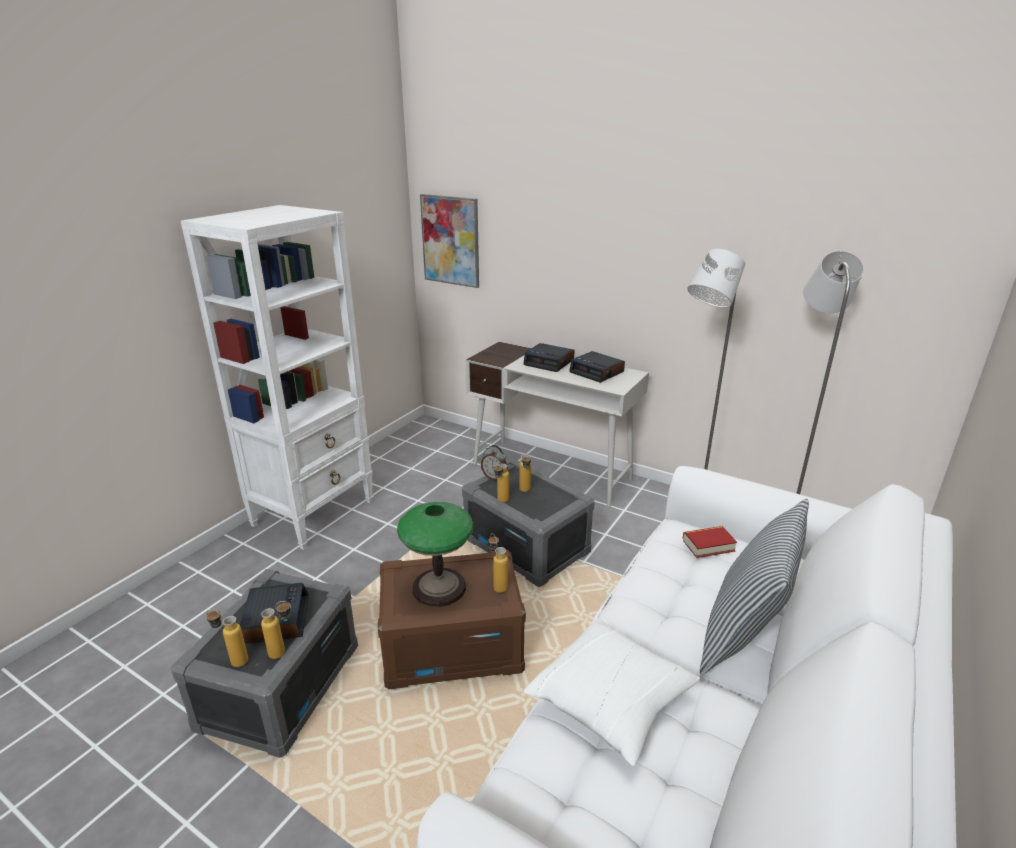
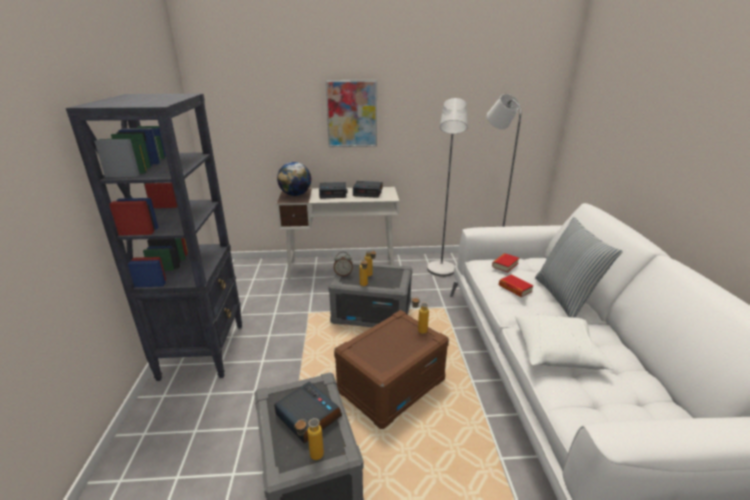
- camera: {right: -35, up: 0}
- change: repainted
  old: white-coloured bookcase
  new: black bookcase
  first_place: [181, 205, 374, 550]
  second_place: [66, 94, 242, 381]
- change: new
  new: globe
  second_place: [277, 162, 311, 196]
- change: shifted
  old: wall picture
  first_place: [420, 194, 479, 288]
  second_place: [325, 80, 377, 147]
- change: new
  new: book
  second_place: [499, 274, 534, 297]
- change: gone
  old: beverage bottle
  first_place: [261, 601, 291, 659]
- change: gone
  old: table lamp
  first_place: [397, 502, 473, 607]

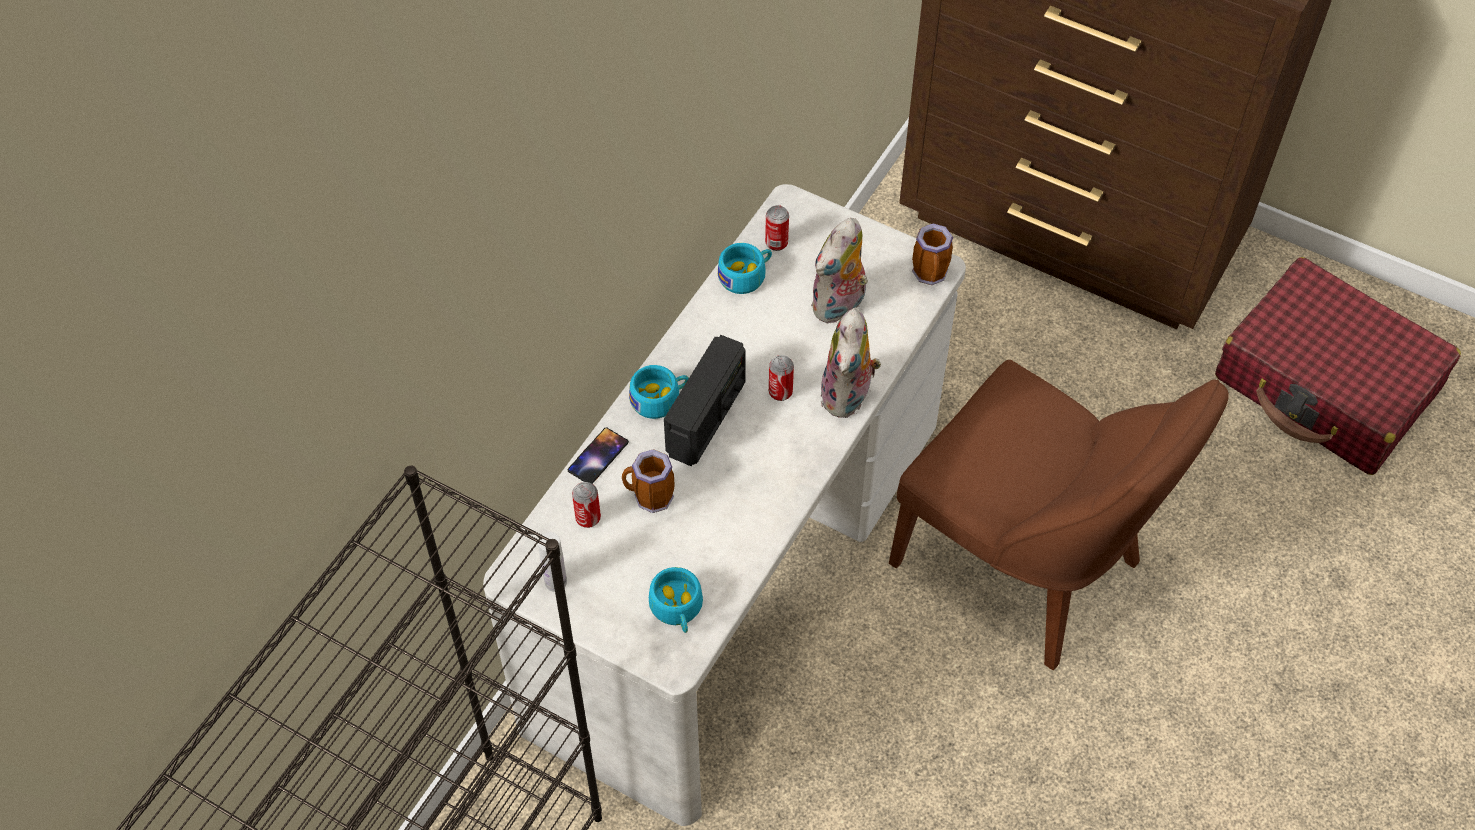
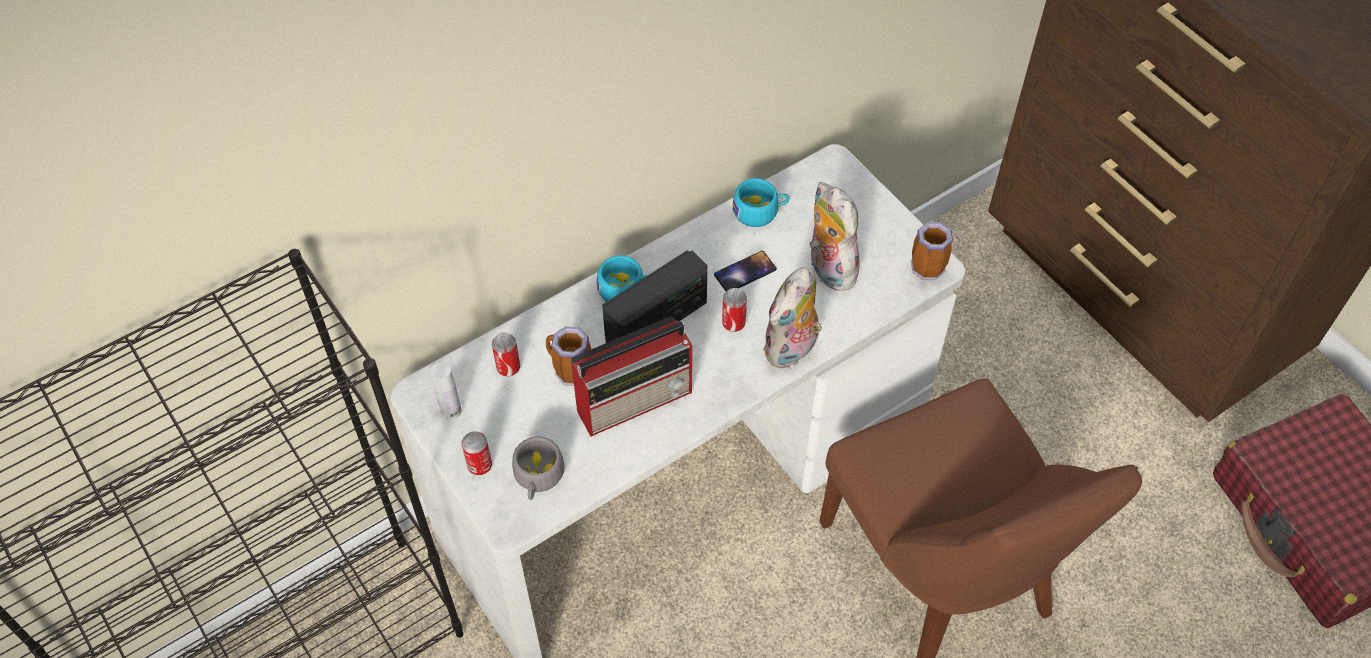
- camera: {right: 25, up: 0}
- change: shifted
  old: can
  first_place: [765, 205, 789, 251]
  second_place: [461, 431, 492, 475]
- change: repainted
  old: blue-green cup
  new: gray cup
  first_place: [649, 567, 703, 633]
  second_place: [512, 436, 565, 500]
- change: new
  new: radio
  second_place: [571, 316, 692, 436]
- change: shifted
  old: handset
  first_place: [568, 427, 629, 484]
  second_place: [714, 251, 777, 291]
- change: rotated
  old: cuddly toy
  first_place: [811, 218, 868, 324]
  second_place: [810, 182, 860, 291]
  degrees: 90

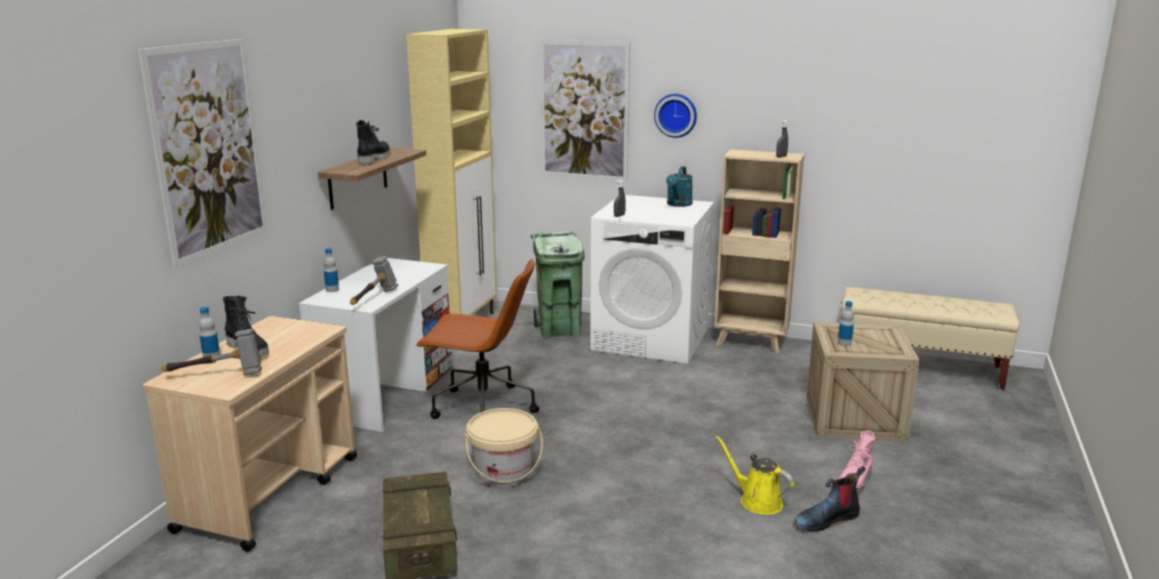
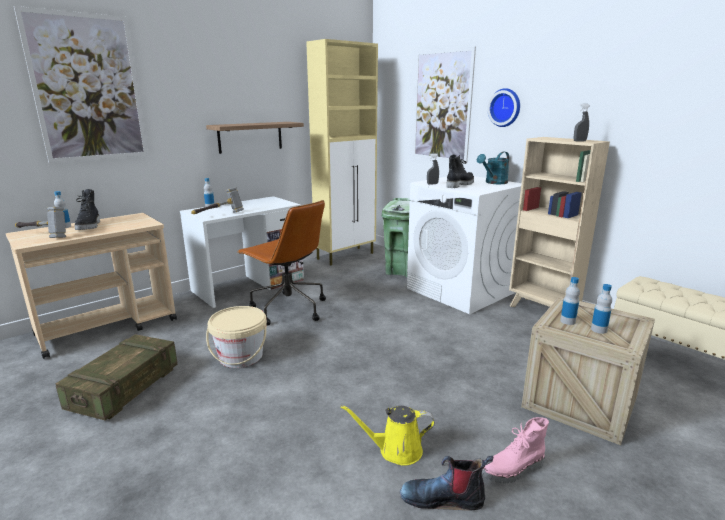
- camera: {right: 30, up: 0}
- change: rotated
  old: yellowish sprinkling can
  first_place: [716, 435, 794, 515]
  second_place: [340, 405, 435, 466]
  degrees: -75
- change: shifted
  old: black tall boot
  first_place: [356, 120, 390, 165]
  second_place: [446, 154, 474, 188]
- change: new
  new: beverage bottle
  second_place: [591, 284, 612, 334]

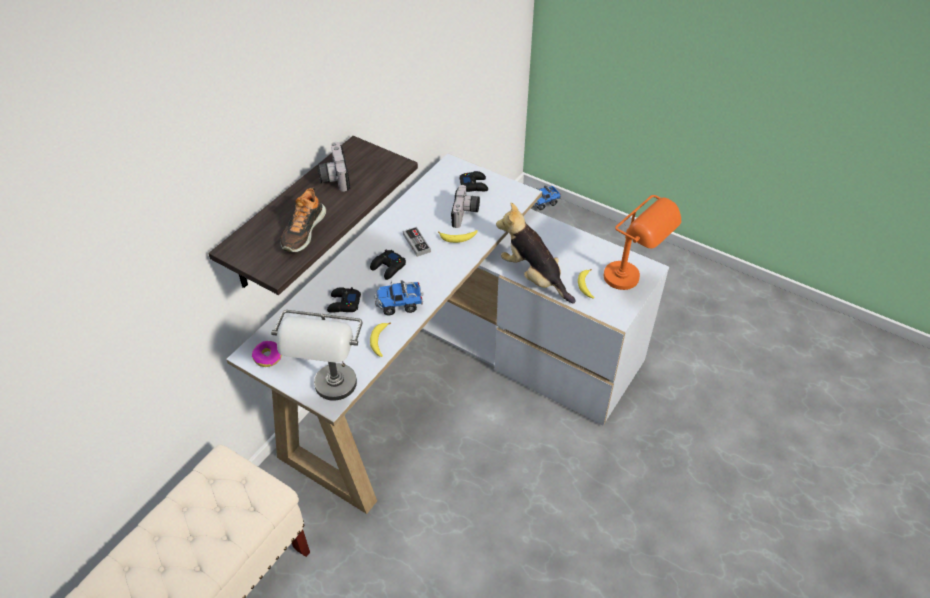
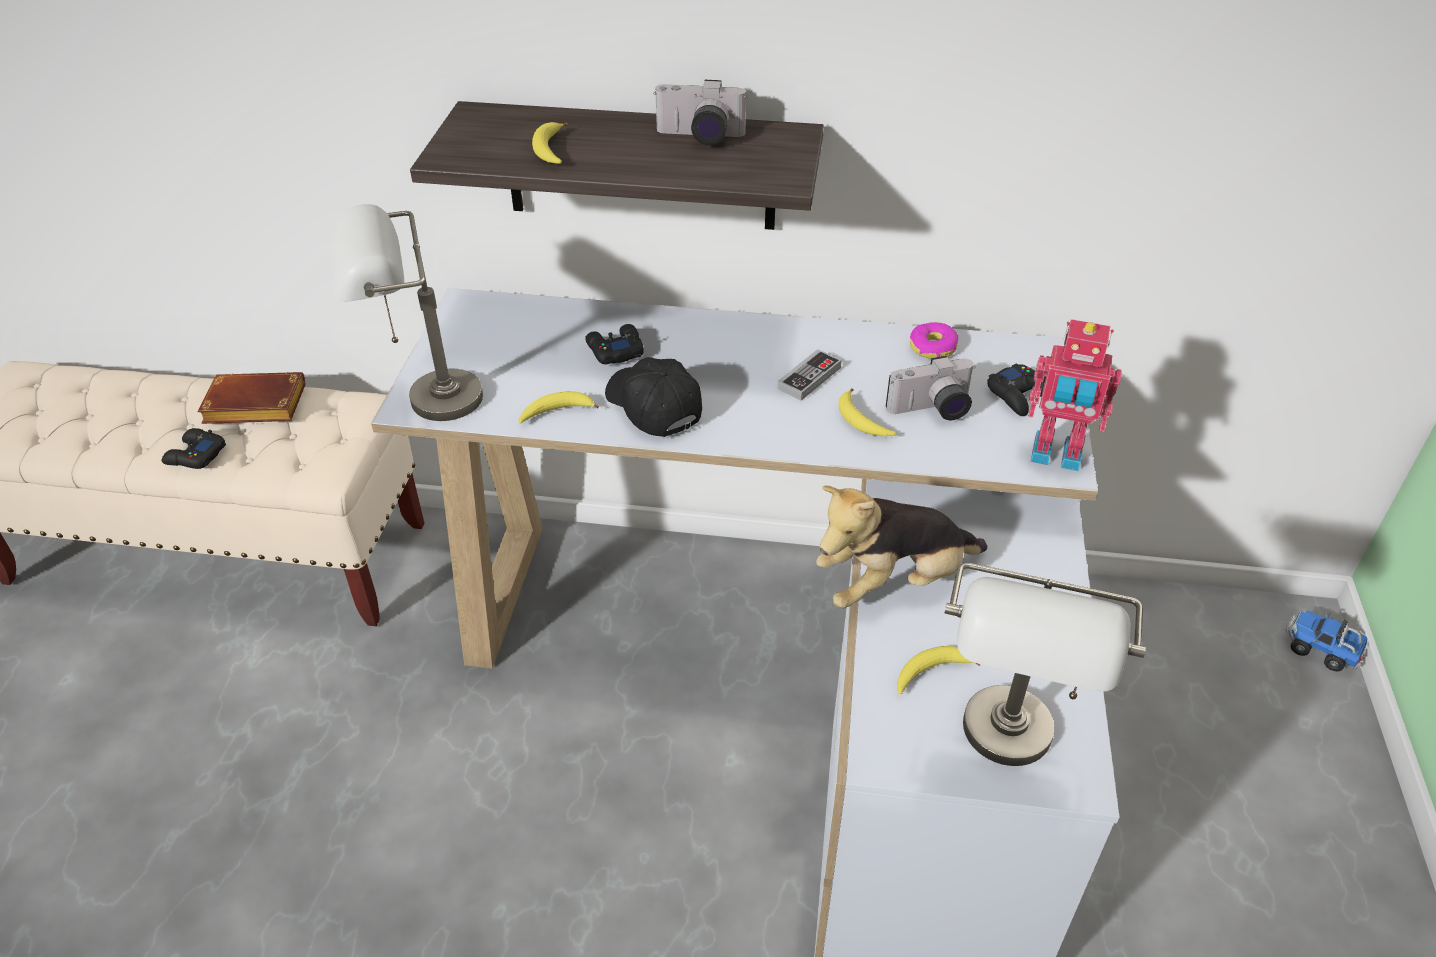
- camera: {right: 65, up: -5}
- change: shifted
  old: black game controller
  first_place: [370, 250, 406, 280]
  second_place: [162, 428, 226, 469]
- change: new
  new: brown book
  second_place: [197, 372, 305, 424]
- change: swapped
  old: shoe
  new: banana fruit
  first_place: [281, 188, 326, 252]
  second_place: [532, 122, 567, 164]
- change: swapped
  old: toy truck
  new: black cap
  first_place: [374, 281, 424, 316]
  second_place: [605, 357, 702, 437]
- change: rotated
  old: still camera
  first_place: [317, 142, 350, 192]
  second_place: [653, 80, 748, 145]
  degrees: -135
- change: rotated
  old: cuddly toy
  first_place: [496, 203, 576, 304]
  second_place: [817, 485, 987, 608]
  degrees: -135
- change: shifted
  old: ring doughnut
  first_place: [252, 341, 282, 367]
  second_place: [910, 322, 958, 359]
- change: repainted
  old: orangey table lamp
  new: gray table lamp
  first_place: [604, 195, 681, 290]
  second_place: [945, 562, 1146, 766]
- change: new
  new: toy robot
  second_place: [1028, 319, 1122, 471]

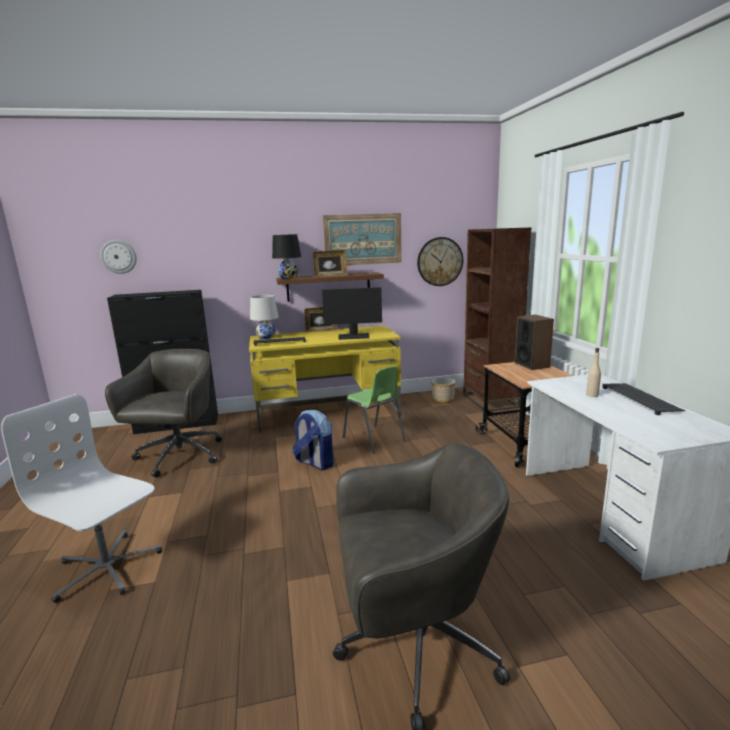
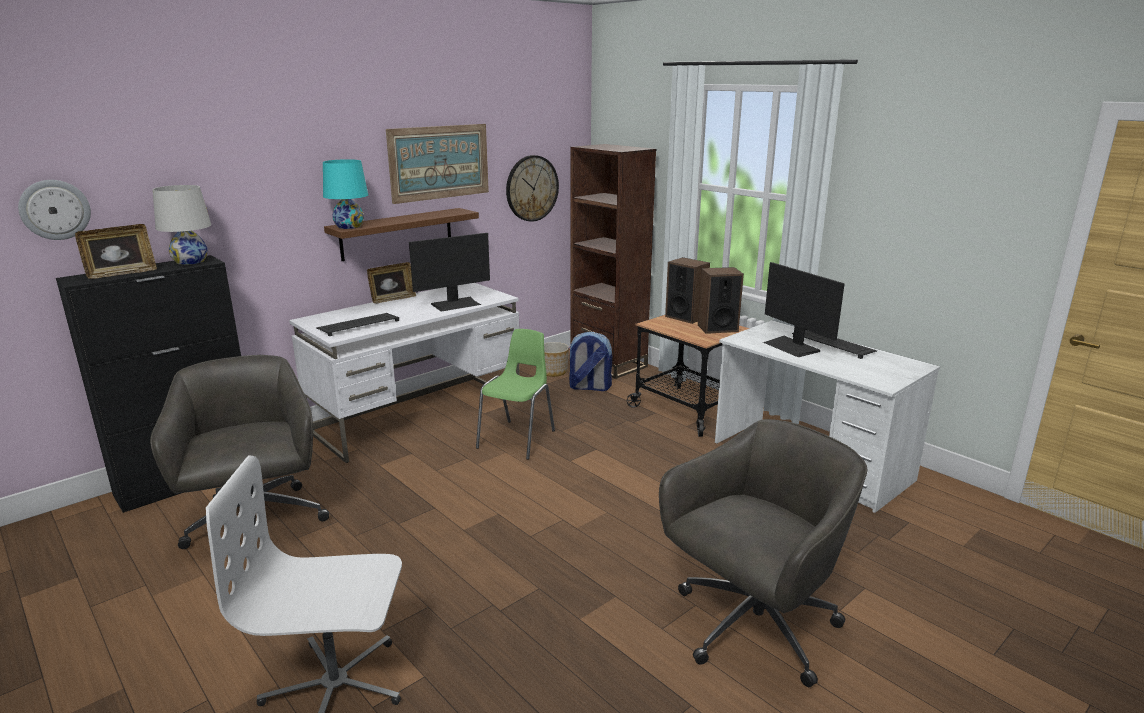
- camera: {right: -30, up: 5}
- change: shifted
  old: standing frame
  first_place: [313, 250, 348, 277]
  second_place: [75, 224, 157, 279]
- change: shifted
  old: white-coloured table lamp
  first_place: [250, 295, 279, 339]
  second_place: [152, 185, 211, 265]
- change: repainted
  old: yellowish desk table
  new: white-coloured desk table
  first_place: [249, 325, 401, 432]
  second_place: [289, 283, 520, 463]
- change: repainted
  old: black table lamp
  new: blue-green table lamp
  first_place: [272, 234, 301, 279]
  second_place: [323, 159, 368, 229]
- change: rotated
  old: greenish plain chair
  first_place: [343, 366, 406, 454]
  second_place: [476, 329, 555, 460]
  degrees: -90
- change: shifted
  old: backpack
  first_place: [292, 410, 334, 470]
  second_place: [568, 332, 612, 391]
- change: new
  new: loudspeaker
  second_place: [698, 267, 744, 334]
- change: swapped
  old: beige-coloured beverage bottle
  new: monitor
  first_place: [586, 348, 601, 397]
  second_place: [763, 262, 845, 357]

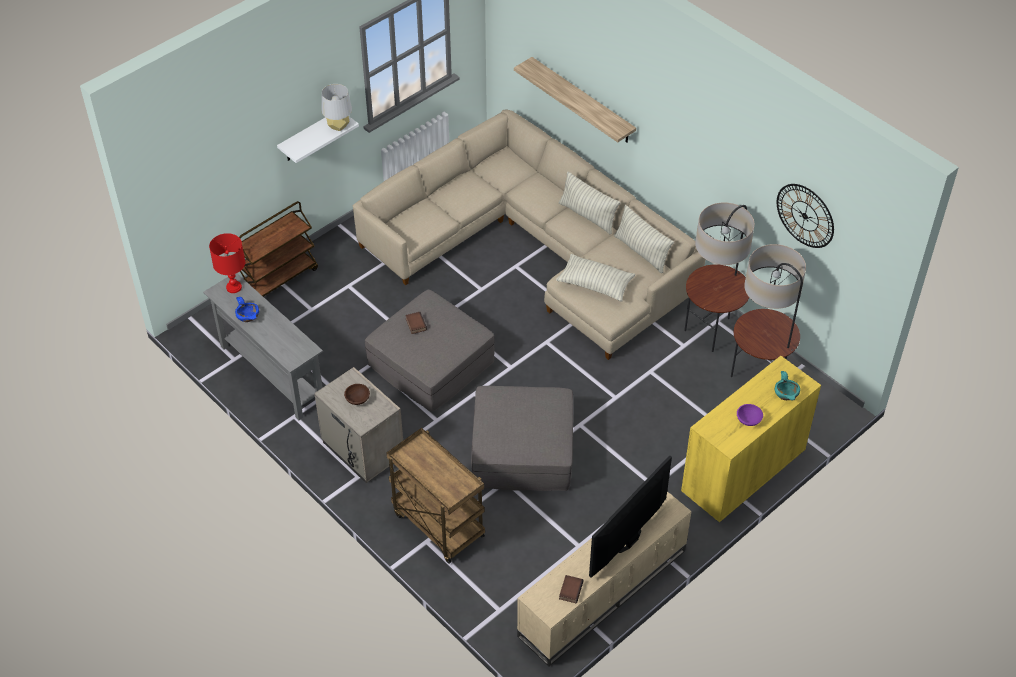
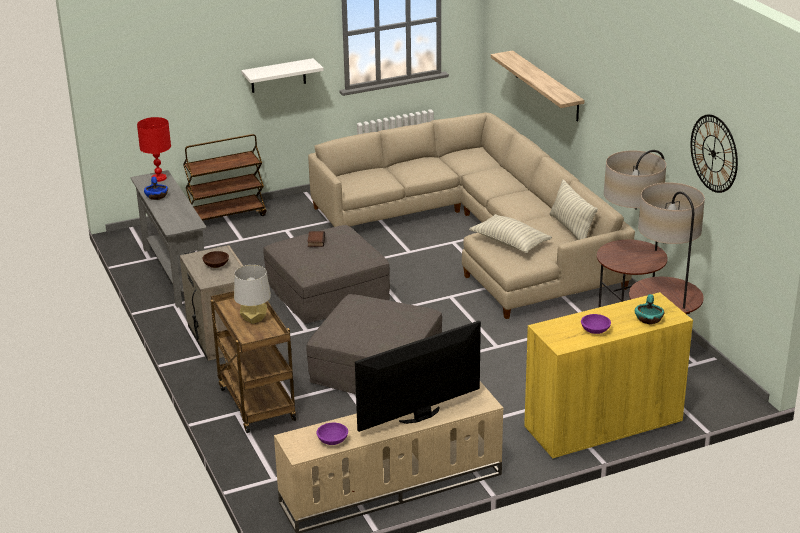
- camera: {right: 20, up: -20}
- change: shifted
  old: gray table lamp
  first_place: [322, 84, 352, 131]
  second_place: [234, 265, 271, 324]
- change: swapped
  old: book
  new: purple serving bowl
  first_place: [559, 575, 584, 603]
  second_place: [317, 423, 348, 445]
- change: gone
  old: throw pillow
  first_place: [558, 172, 620, 234]

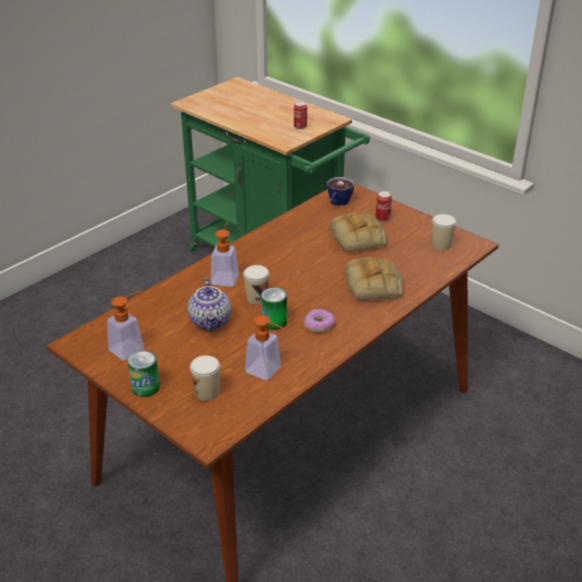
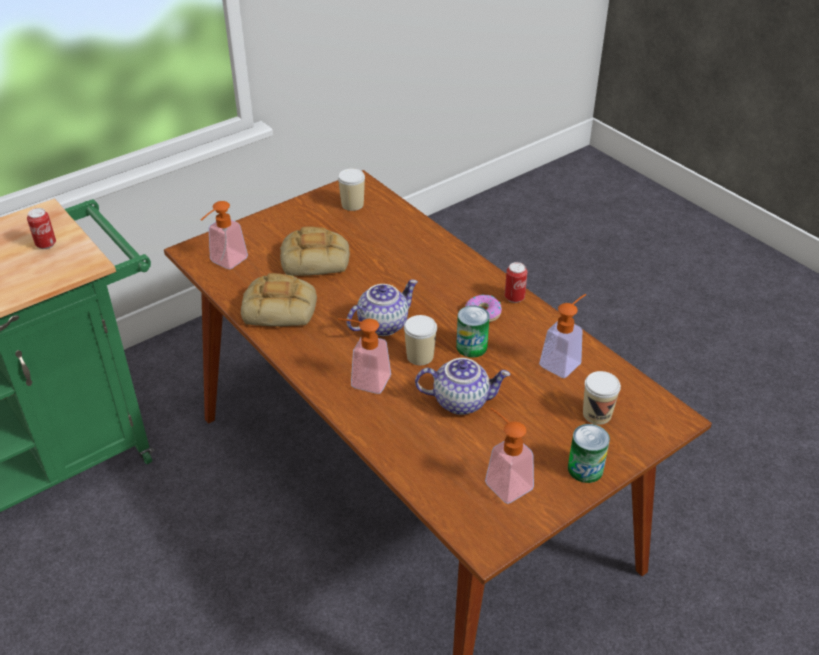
- camera: {right: -80, up: 5}
- change: swapped
  old: cup
  new: liquid soap bottle
  first_place: [327, 177, 354, 206]
  second_place: [201, 201, 248, 269]
- change: shifted
  old: bakery bread
  first_place: [345, 257, 403, 300]
  second_place: [241, 273, 317, 327]
- change: new
  new: pot for tea
  second_place: [347, 280, 418, 336]
- change: shifted
  old: can
  first_place: [375, 191, 392, 222]
  second_place: [505, 262, 527, 303]

